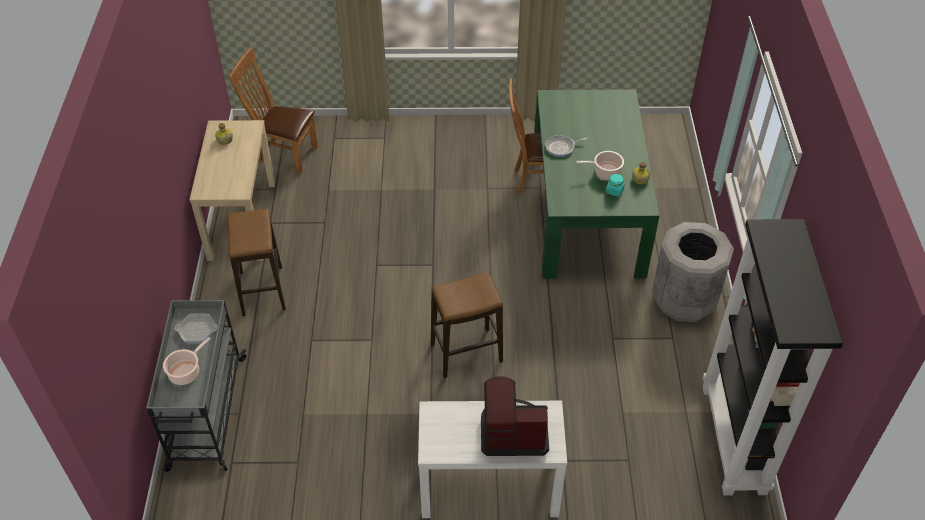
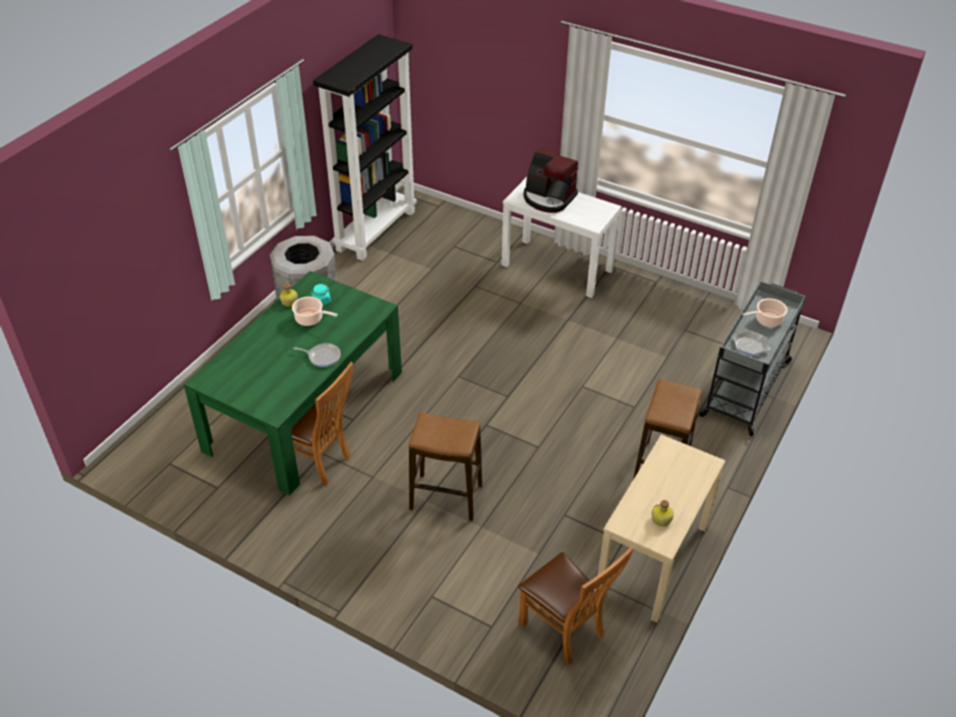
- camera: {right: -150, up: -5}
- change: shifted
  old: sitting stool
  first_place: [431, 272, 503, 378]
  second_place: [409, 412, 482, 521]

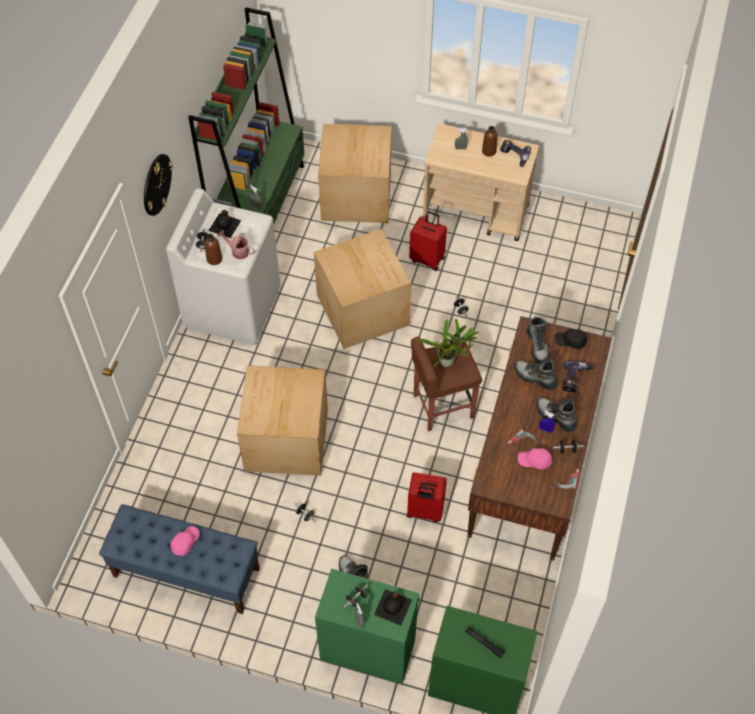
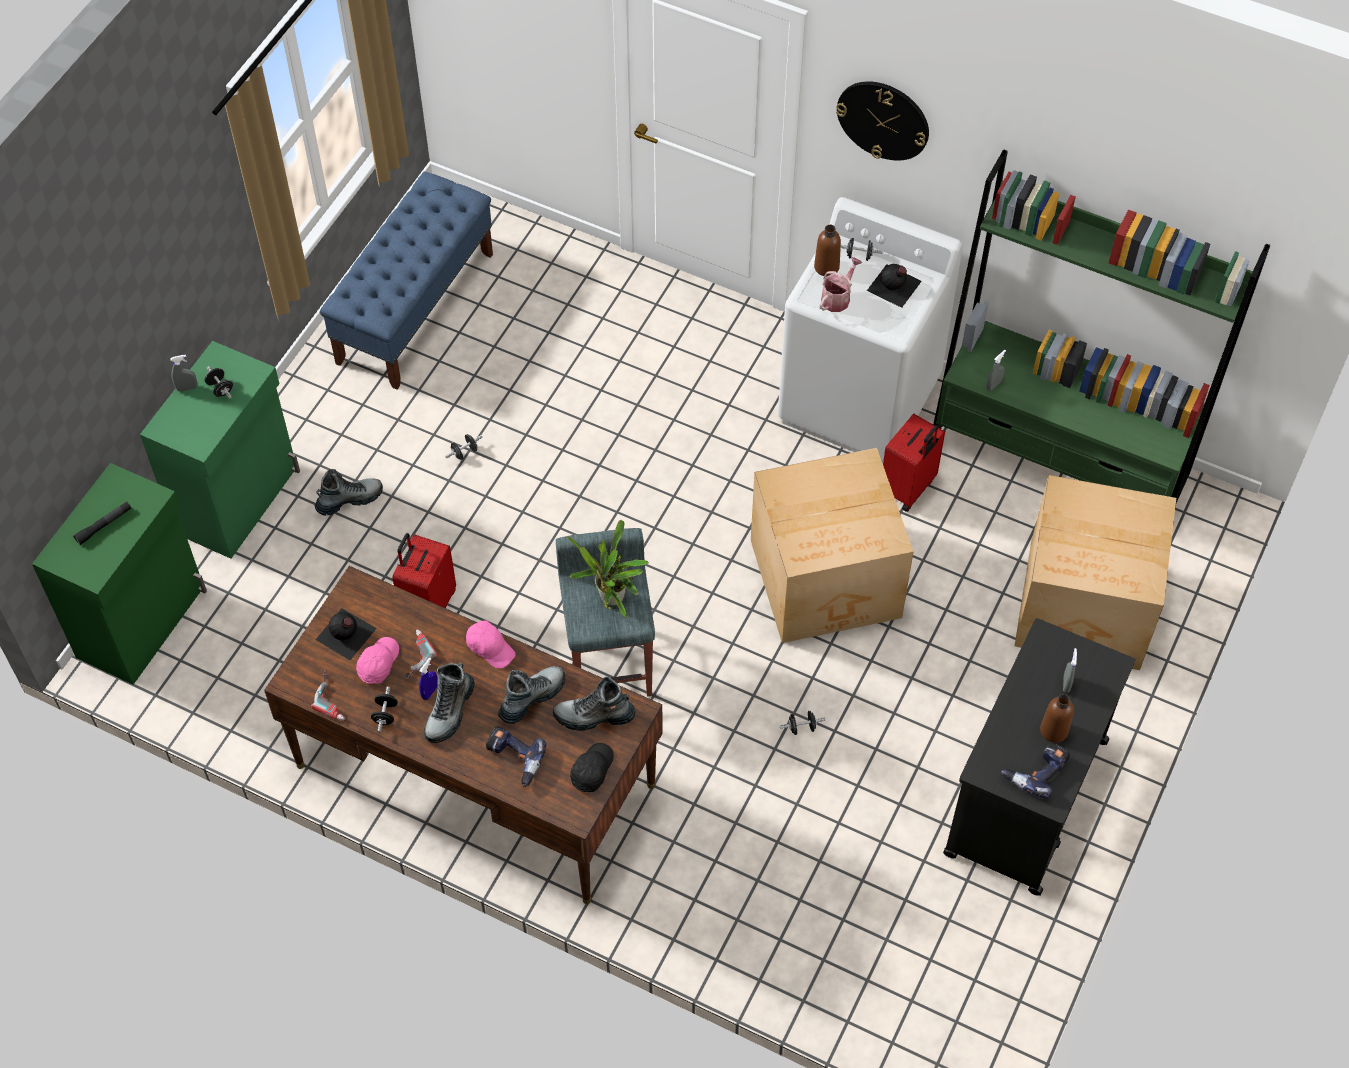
- camera: {right: 100, up: 0}
- change: shifted
  old: black beverage bottle
  first_place: [374, 589, 412, 626]
  second_place: [316, 608, 377, 660]
- change: rotated
  old: tall boot
  first_place: [536, 398, 577, 432]
  second_place: [424, 662, 475, 743]
  degrees: 150
- change: shifted
  old: pink-coloured cap
  first_place: [171, 526, 200, 556]
  second_place: [466, 621, 516, 669]
- change: repainted
  old: brown sitting stool
  new: gray sitting stool
  first_place: [411, 337, 482, 431]
  second_place: [556, 528, 655, 696]
- change: shifted
  old: red piece of luggage
  first_place: [409, 211, 447, 271]
  second_place: [883, 414, 945, 512]
- change: repainted
  old: beige-coloured trolley
  new: black trolley
  first_place: [422, 124, 539, 241]
  second_place: [943, 618, 1135, 896]
- change: gone
  old: carton
  first_place: [237, 365, 328, 476]

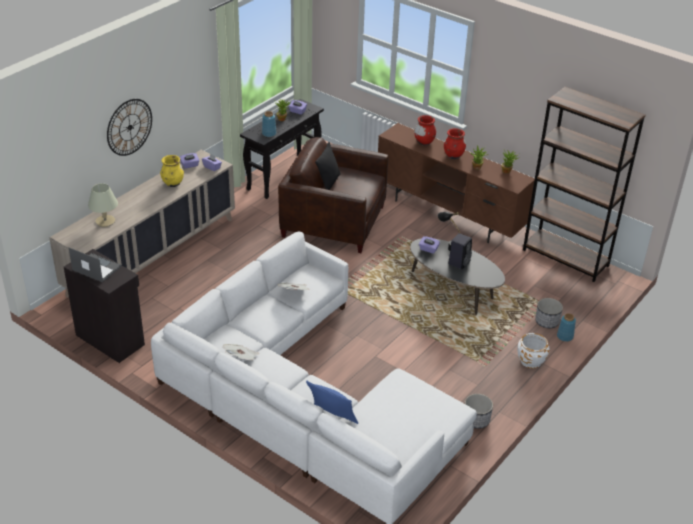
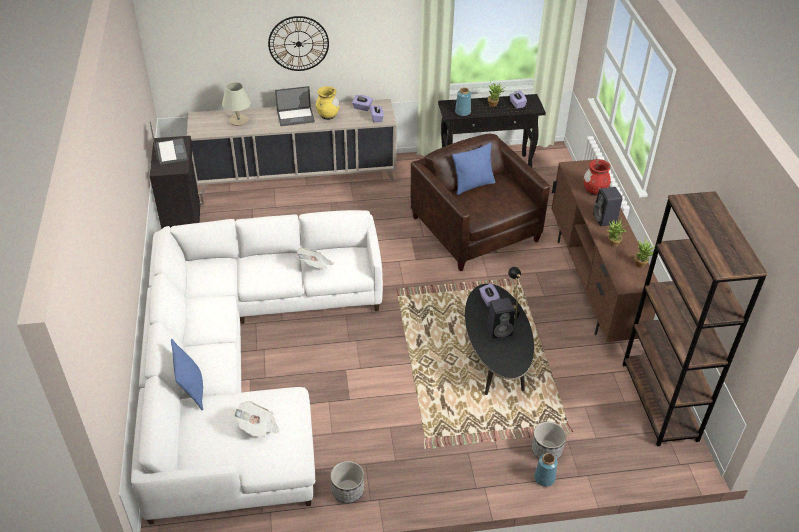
- camera: {right: 45, up: 5}
- change: shifted
  old: newspaper
  first_place: [222, 344, 259, 361]
  second_place: [233, 401, 279, 437]
- change: new
  new: portable computer
  second_place: [275, 86, 315, 126]
- change: repainted
  old: black throw pillow
  new: blue throw pillow
  first_place: [315, 142, 341, 190]
  second_place: [452, 143, 496, 195]
- change: swapped
  old: red vase
  new: black loudspeaker
  first_place: [444, 128, 466, 159]
  second_place: [593, 187, 623, 226]
- change: gone
  old: white-coloured flower pot
  first_place: [517, 333, 550, 368]

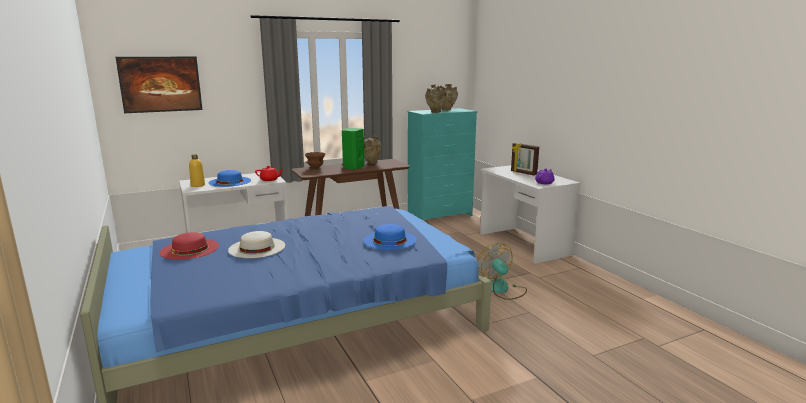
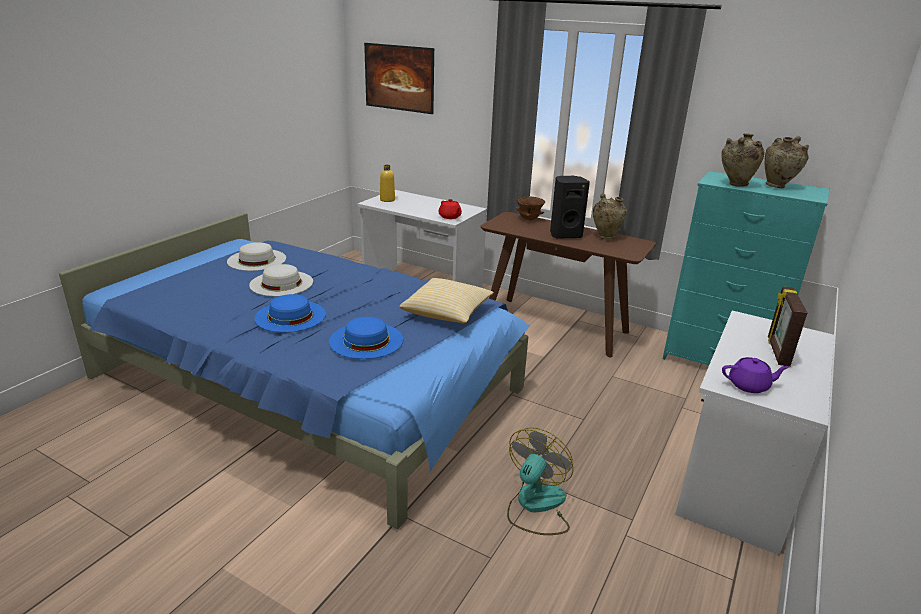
- camera: {right: 55, up: 10}
- change: repainted
  old: red clothing hat
  new: white-coloured clothing hat
  first_place: [160, 232, 219, 260]
  second_place: [227, 242, 286, 271]
- change: shifted
  old: blue clothing hat
  first_place: [208, 170, 251, 187]
  second_place: [255, 294, 326, 332]
- change: new
  new: throw pillow
  second_place: [400, 278, 494, 323]
- change: repainted
  old: greenish loudspeaker
  new: black loudspeaker
  first_place: [342, 128, 364, 170]
  second_place: [550, 176, 590, 239]

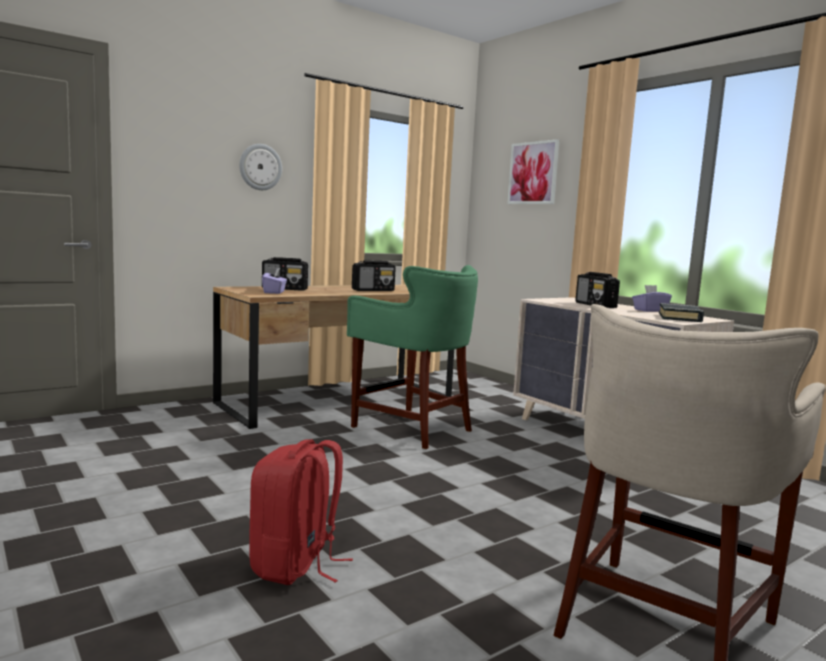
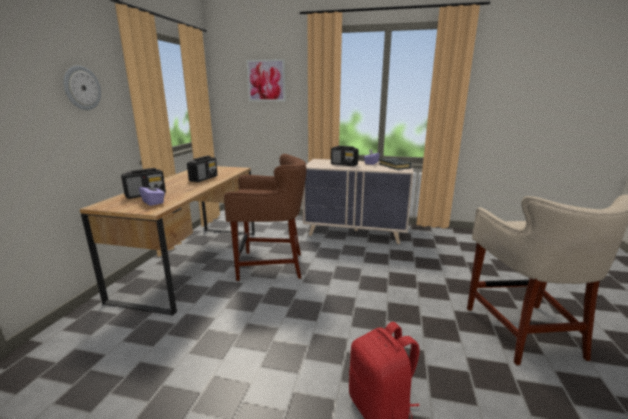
- camera: {right: -40, up: 10}
- change: repainted
  old: greenish sitting stool
  new: brown sitting stool
  first_place: [347, 265, 478, 449]
  second_place: [224, 154, 306, 281]

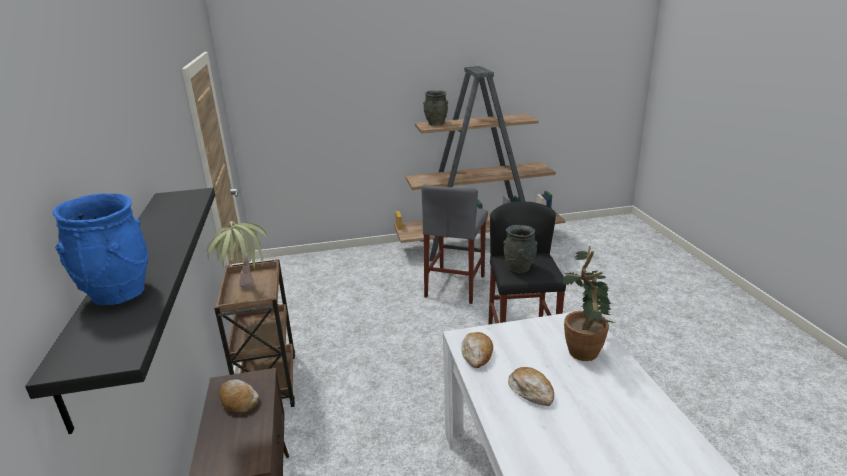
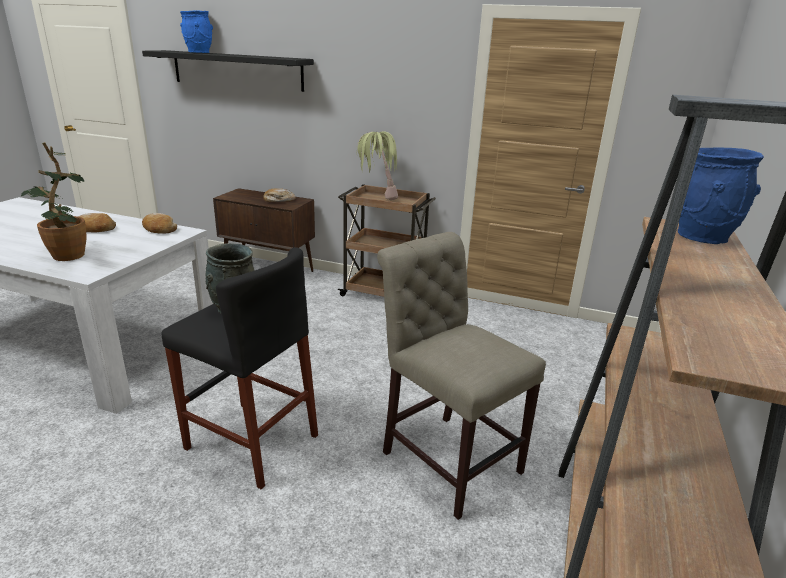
- camera: {right: 120, up: 0}
- change: swapped
  old: gray sitting stool
  new: beige-coloured plain chair
  first_place: [421, 184, 488, 304]
  second_place: [377, 232, 546, 520]
- change: repainted
  old: gray vase
  new: blue vase
  first_place: [423, 90, 448, 126]
  second_place: [678, 147, 764, 244]

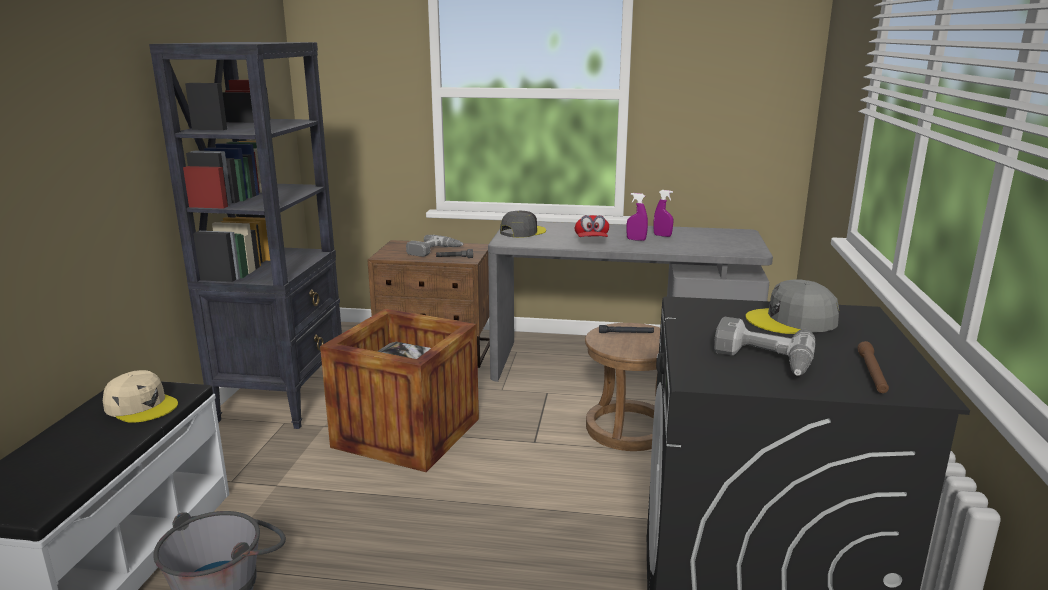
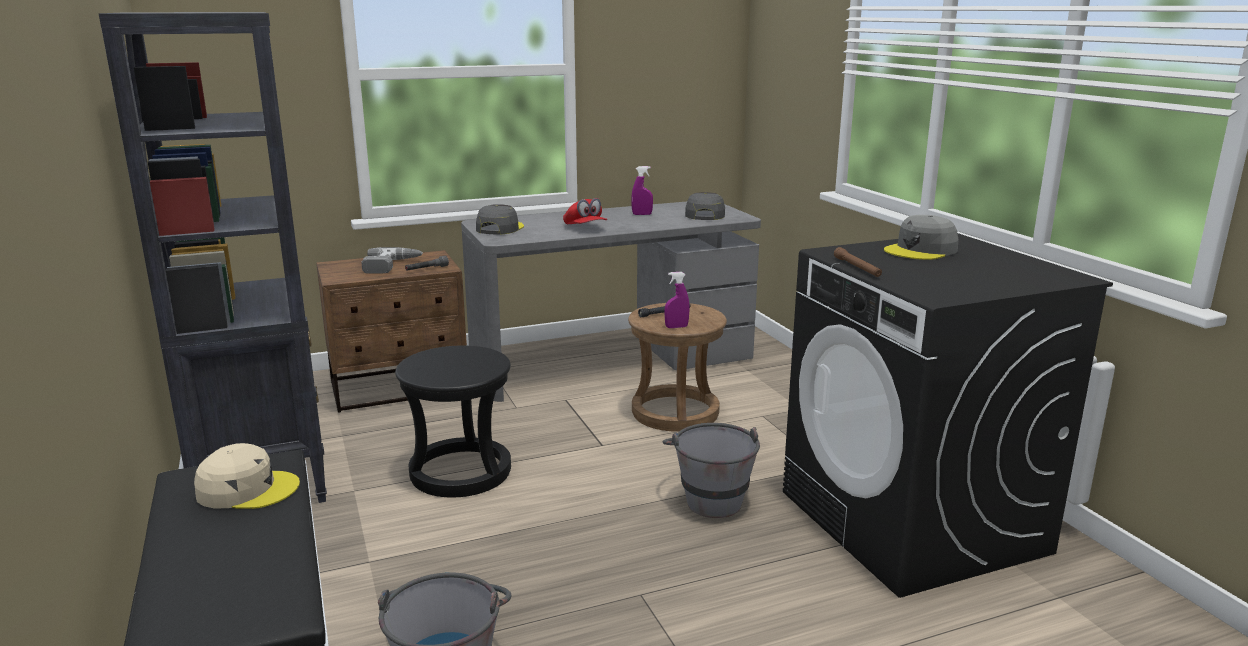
- camera: {right: -30, up: 0}
- change: swapped
  old: packing crate
  new: black sitting stool
  first_place: [320, 309, 479, 472]
  second_place: [395, 346, 511, 497]
- change: new
  new: gray pail
  second_place: [663, 423, 760, 518]
- change: shifted
  old: purple hand sprayer
  first_place: [626, 193, 648, 241]
  second_place: [665, 272, 690, 328]
- change: new
  new: gray cap
  second_place: [685, 192, 725, 220]
- change: shifted
  old: brown hand torch
  first_place: [857, 341, 889, 393]
  second_place: [834, 247, 882, 277]
- change: gone
  old: electric drill
  first_place: [714, 317, 815, 376]

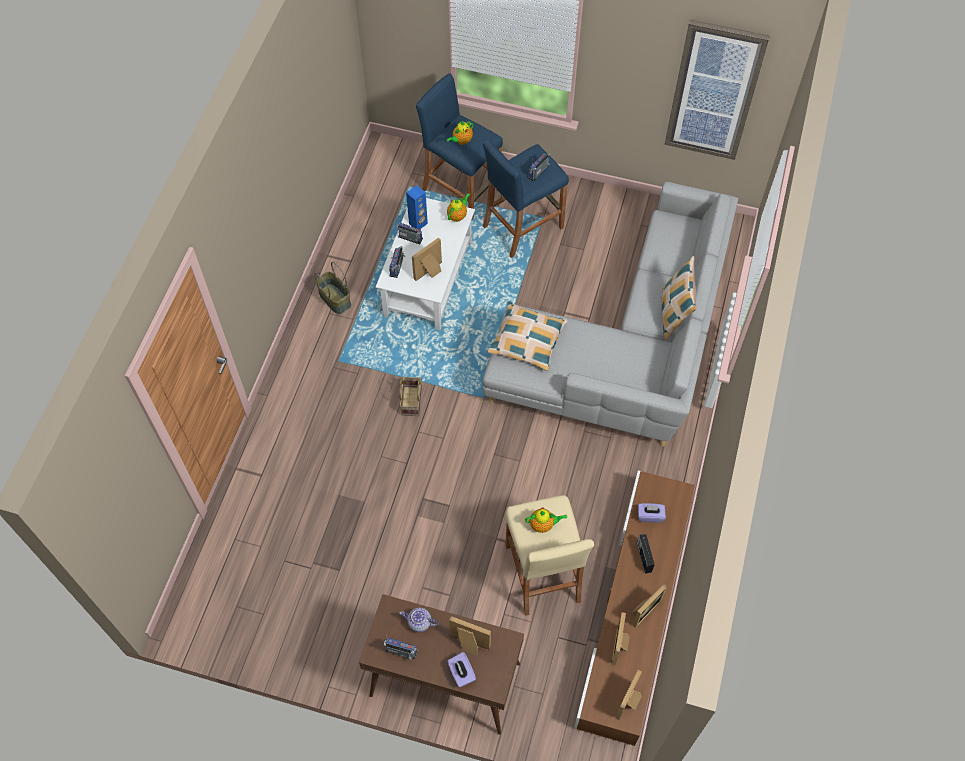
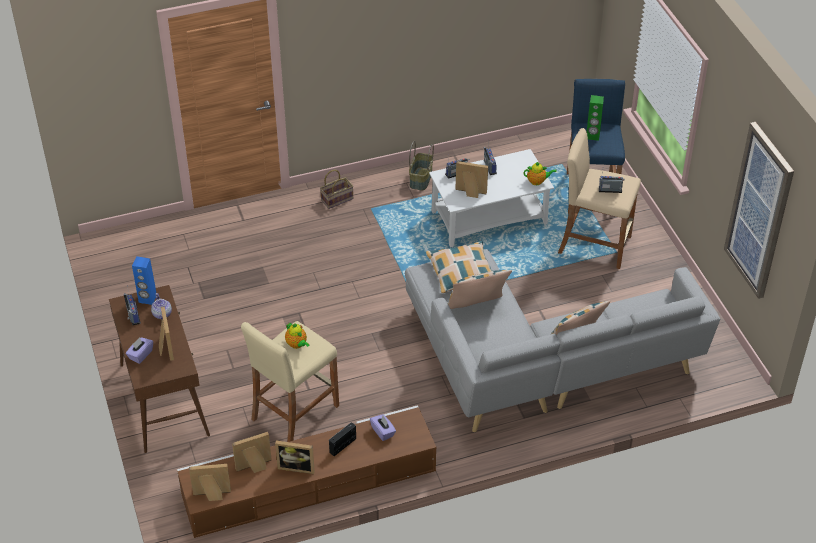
- camera: {right: 55, up: -15}
- change: shifted
  old: blue loudspeaker
  first_place: [406, 185, 428, 229]
  second_place: [132, 256, 156, 305]
- change: shifted
  old: household basket
  first_place: [399, 377, 422, 416]
  second_place: [320, 170, 354, 209]
- change: new
  new: throw pillow
  second_place: [448, 270, 512, 309]
- change: repainted
  old: blue sitting stool
  new: beige-coloured sitting stool
  first_place: [483, 139, 569, 258]
  second_place: [558, 128, 641, 269]
- change: swapped
  old: pot for tea
  new: greenish loudspeaker
  first_place: [447, 121, 473, 145]
  second_place: [587, 95, 604, 141]

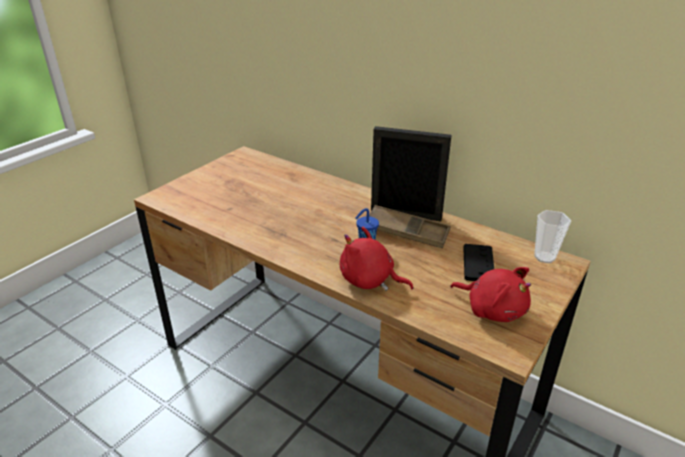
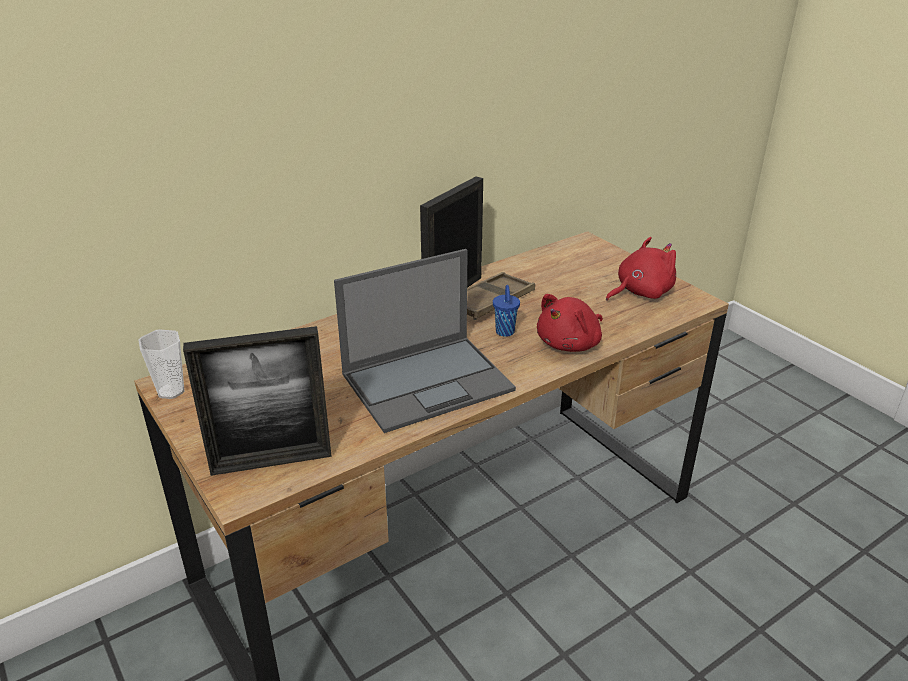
- camera: {right: -70, up: 0}
- change: shifted
  old: cup
  first_place: [534, 210, 571, 263]
  second_place: [138, 329, 184, 399]
- change: new
  new: standing frame
  second_place: [183, 326, 332, 476]
- change: new
  new: portable computer
  second_place: [334, 249, 516, 433]
- change: gone
  old: black game controller
  first_place: [463, 244, 494, 281]

